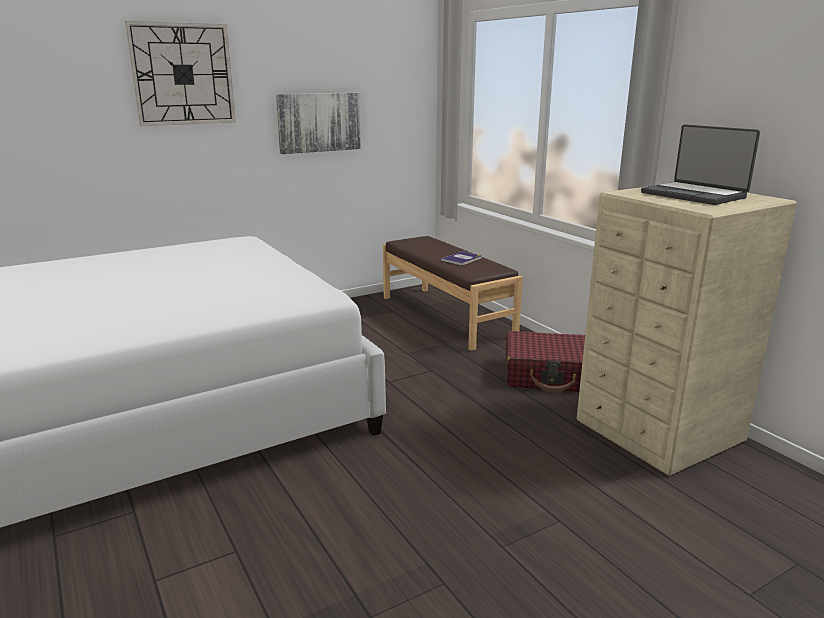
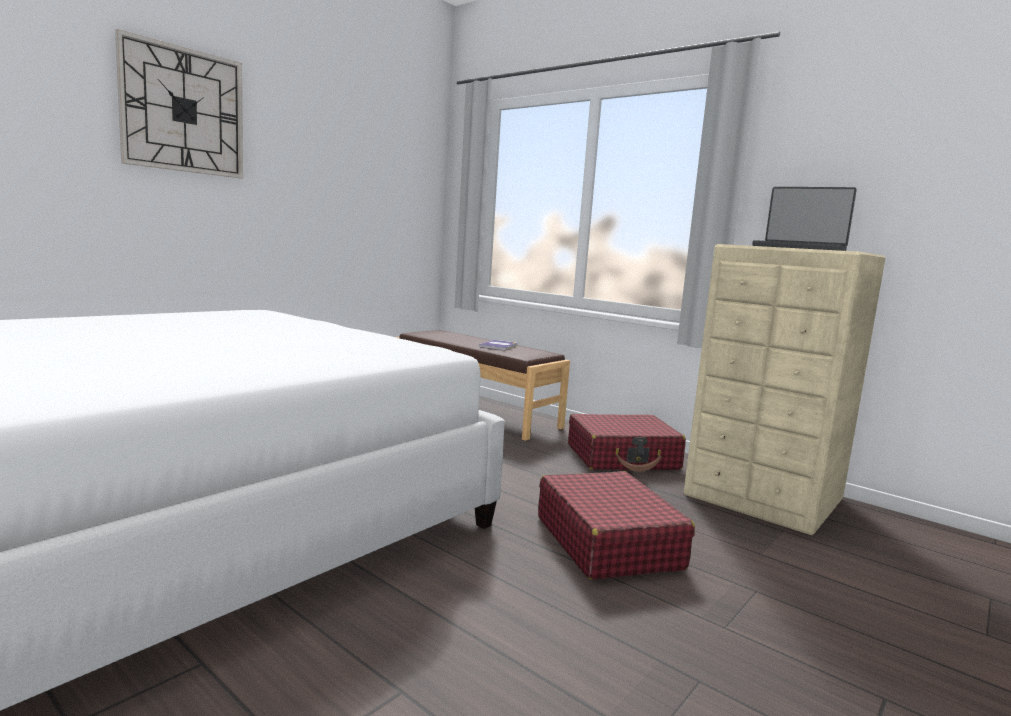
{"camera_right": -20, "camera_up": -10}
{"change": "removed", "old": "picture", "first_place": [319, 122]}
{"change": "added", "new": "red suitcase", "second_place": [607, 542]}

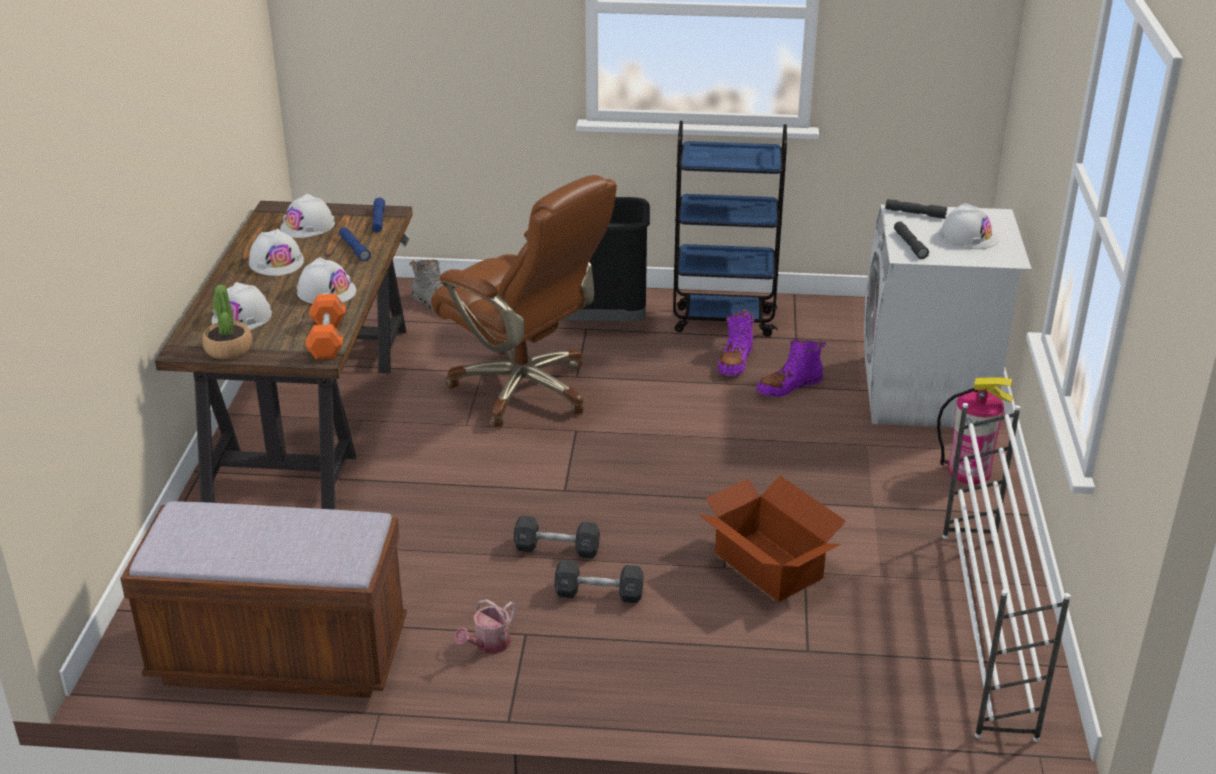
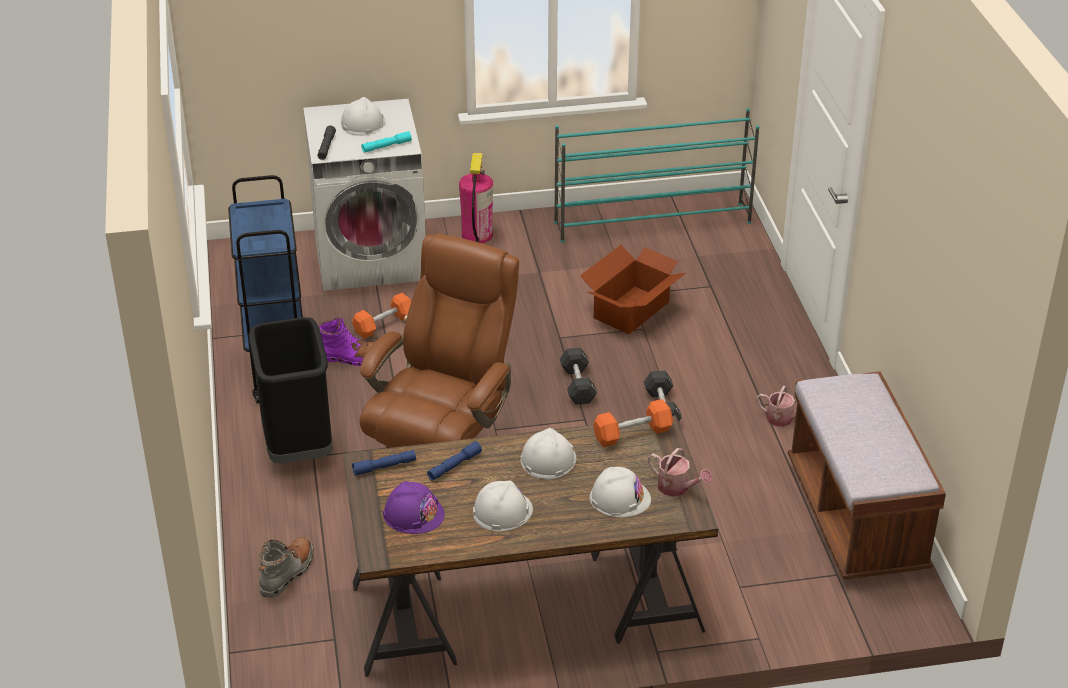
{"camera_right": -105, "camera_up": 5}
{"change": "replaced", "old": "potted plant", "new": "watering can", "first_place": [228, 349], "second_place": [677, 488]}
{"change": "recoloured", "old": "white hard hat", "new": "purple hard hat", "first_place": [308, 226], "second_place": [413, 514]}
{"change": "moved", "old": "black dumbbell", "first_place": [599, 594], "second_place": [577, 385]}
{"change": "replaced", "old": "purple boot", "new": "orange dumbbell", "first_place": [789, 386], "second_place": [383, 324]}
{"change": "recoloured", "old": "grey flashlight", "new": "turquoise flashlight", "first_place": [910, 245], "second_place": [386, 146]}
{"change": "recoloured", "old": "white shoe rack", "new": "turquoise shoe rack", "first_place": [986, 630], "second_place": [653, 223]}

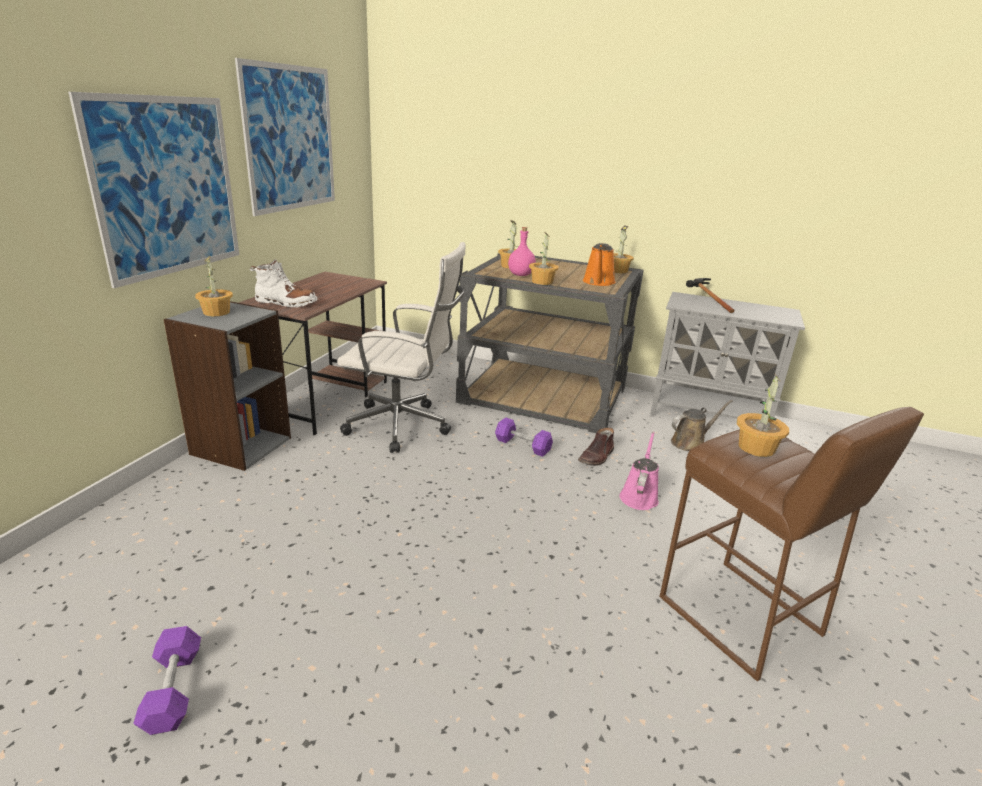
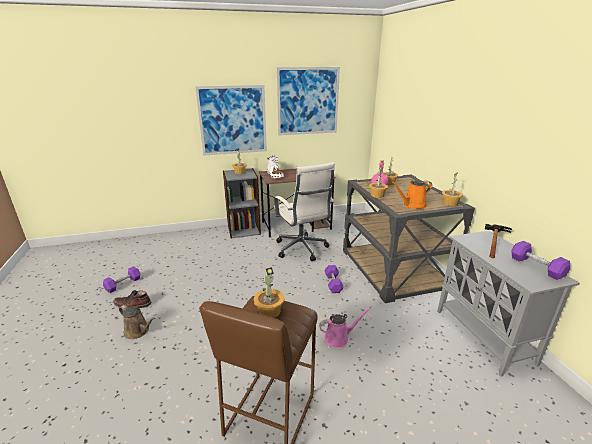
{"camera_right": 55, "camera_up": 0}
{"change": "moved", "old": "brown boot", "first_place": [596, 457], "second_place": [132, 305]}
{"change": "moved", "old": "brown watering can", "first_place": [690, 443], "second_place": [138, 331]}
{"change": "added", "new": "purple dumbbell", "second_place": [536, 267]}

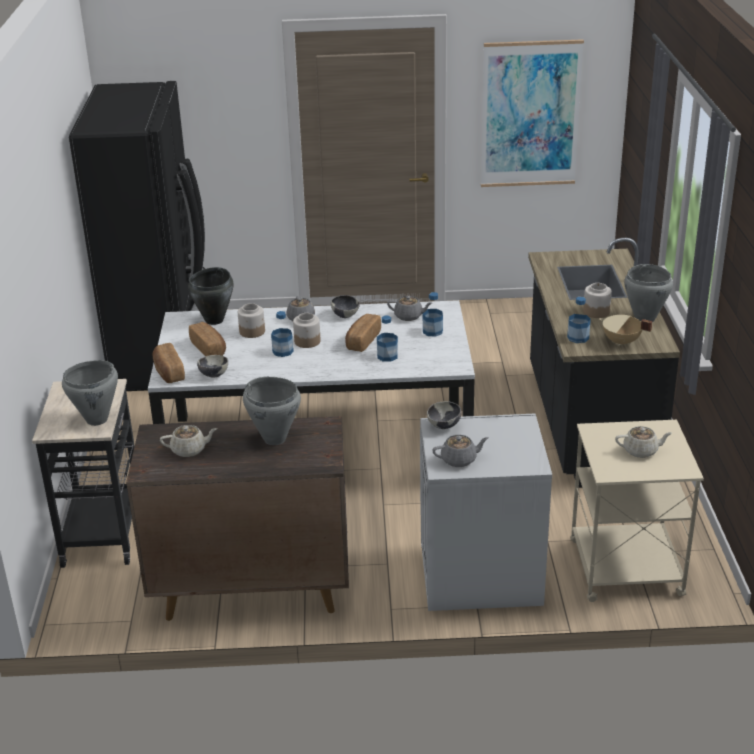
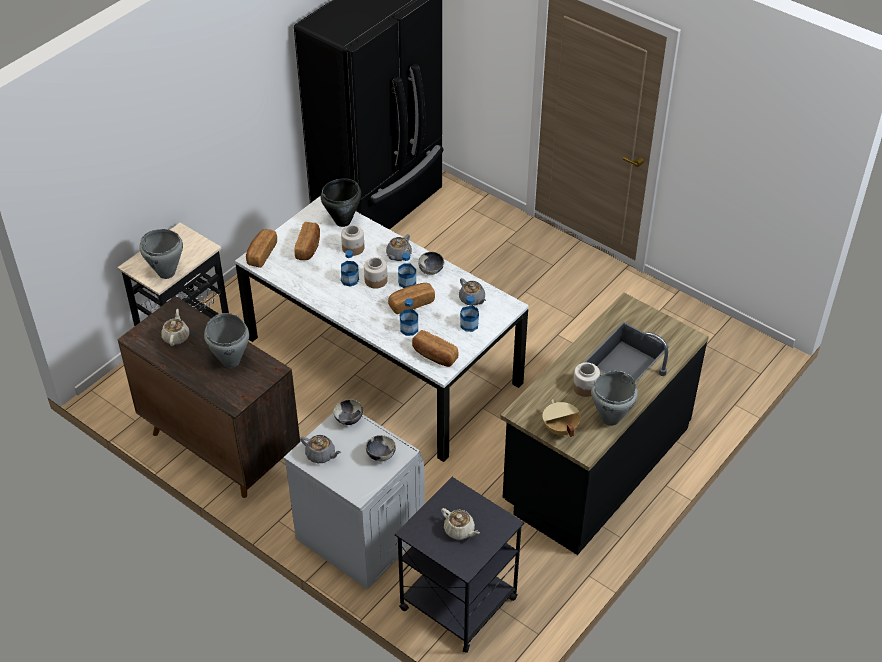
{"camera_right": 40, "camera_up": 15}
{"change": "turned", "old": "beige teapot", "first_place": [189, 450], "second_place": [176, 337], "degrees": -120}
{"change": "moved", "old": "bowl", "first_place": [213, 375], "second_place": [380, 455]}
{"change": "removed", "old": "picture", "first_place": [530, 114]}
{"change": "moved", "old": "bottle", "first_place": [578, 338], "second_place": [407, 282]}
{"change": "recoloured", "old": "beige cart", "new": "black cart", "first_place": [624, 568], "second_place": [457, 601]}
{"change": "added", "new": "bread", "second_place": [434, 356]}

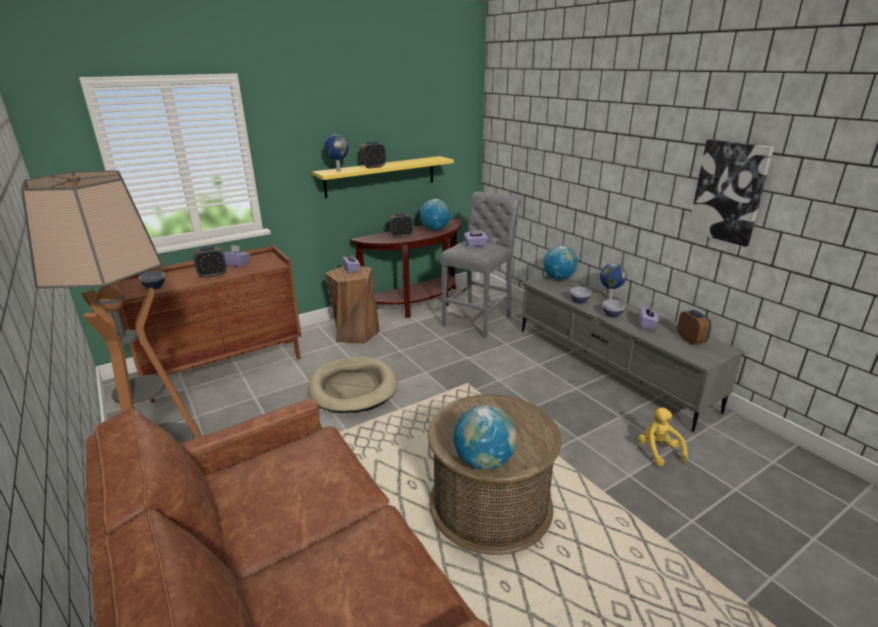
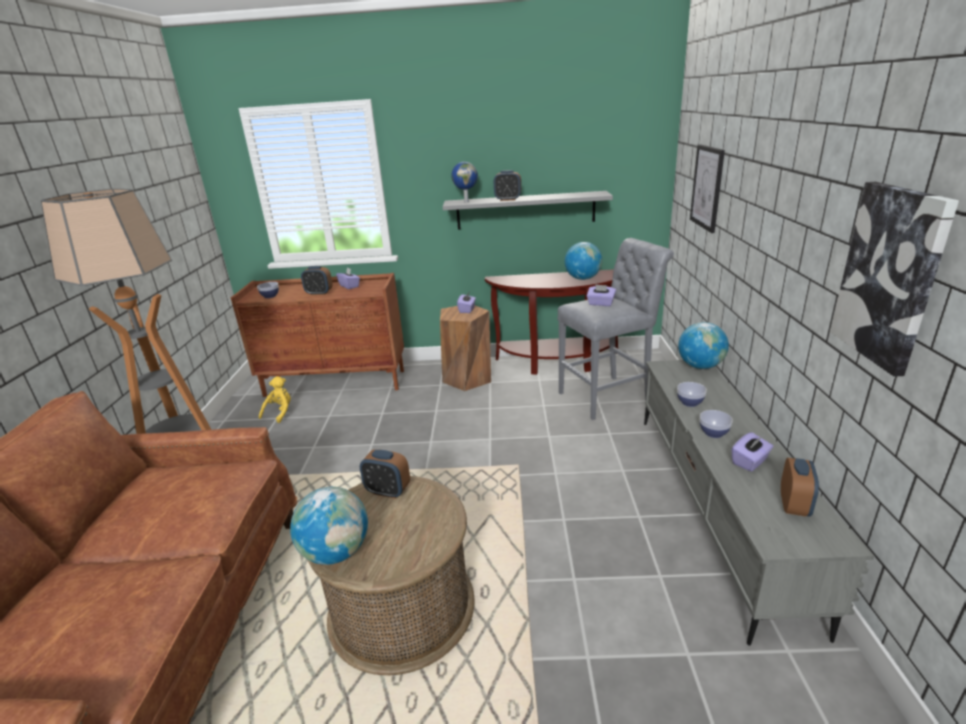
{"camera_right": 35, "camera_up": 0}
{"change": "removed", "old": "beige dog bed", "first_place": [353, 388]}
{"change": "recoloured", "old": "yellow shelf", "new": "grey shelf", "first_place": [381, 176], "second_place": [525, 210]}
{"change": "moved", "old": "alarm clock", "first_place": [401, 236], "second_place": [388, 491]}
{"change": "removed", "old": "globe", "first_place": [609, 298]}
{"change": "moved", "old": "yellow plush toy", "first_place": [658, 451], "second_place": [280, 412]}
{"change": "added", "new": "picture", "second_place": [707, 187]}

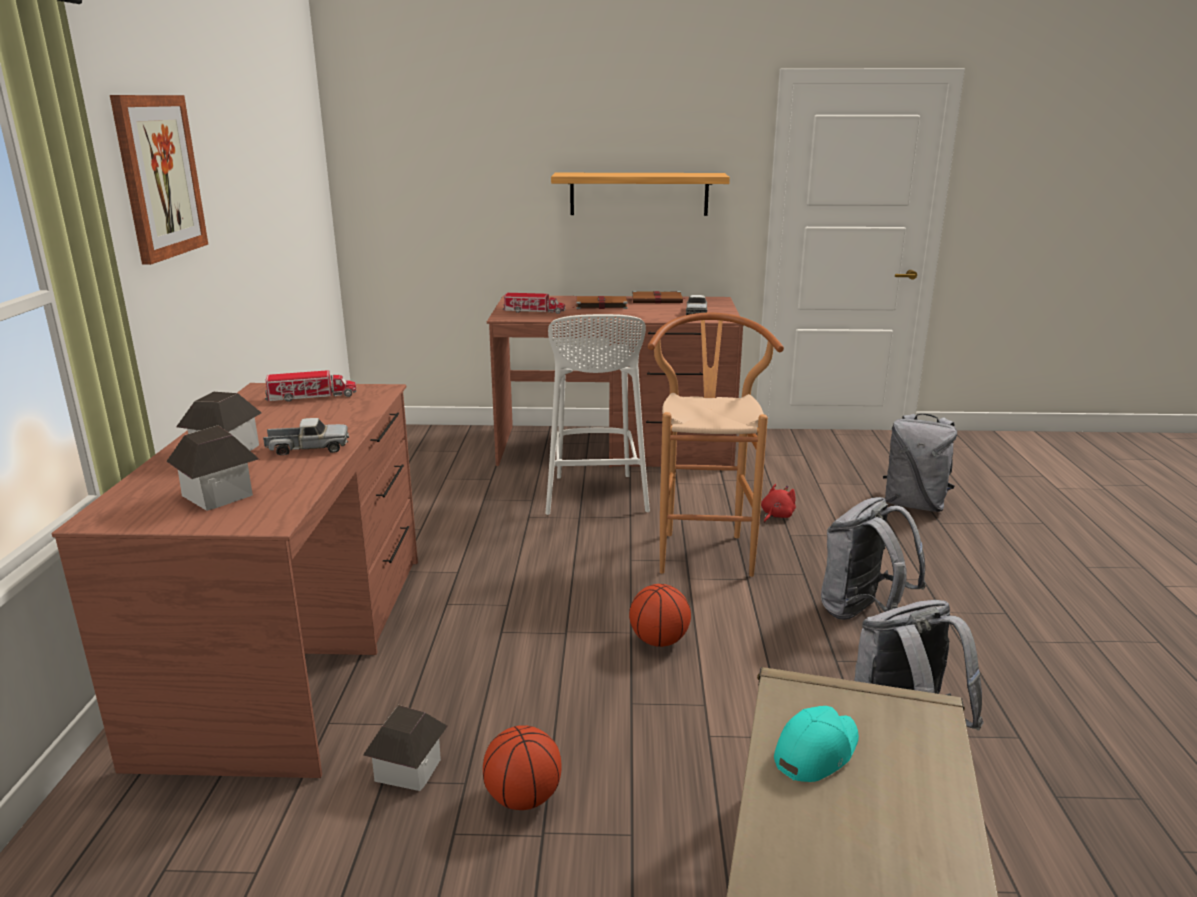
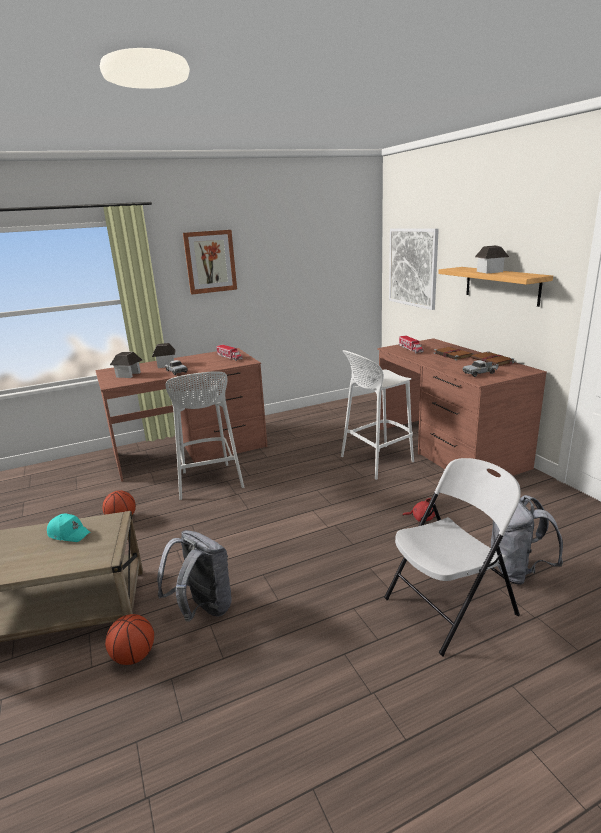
{"camera_right": 65, "camera_up": 0}
{"change": "moved", "old": "toy house", "first_place": [408, 769], "second_place": [490, 271]}
{"change": "moved", "old": "basketball", "first_place": [659, 641], "second_place": [133, 656]}
{"change": "removed", "old": "brown stool", "first_place": [704, 549]}
{"change": "removed", "old": "grey backpack", "first_place": [862, 612]}
{"change": "added", "new": "white stool", "second_place": [209, 481]}
{"change": "added", "new": "white chair", "second_place": [450, 606]}
{"change": "added", "new": "picture", "second_place": [413, 267]}

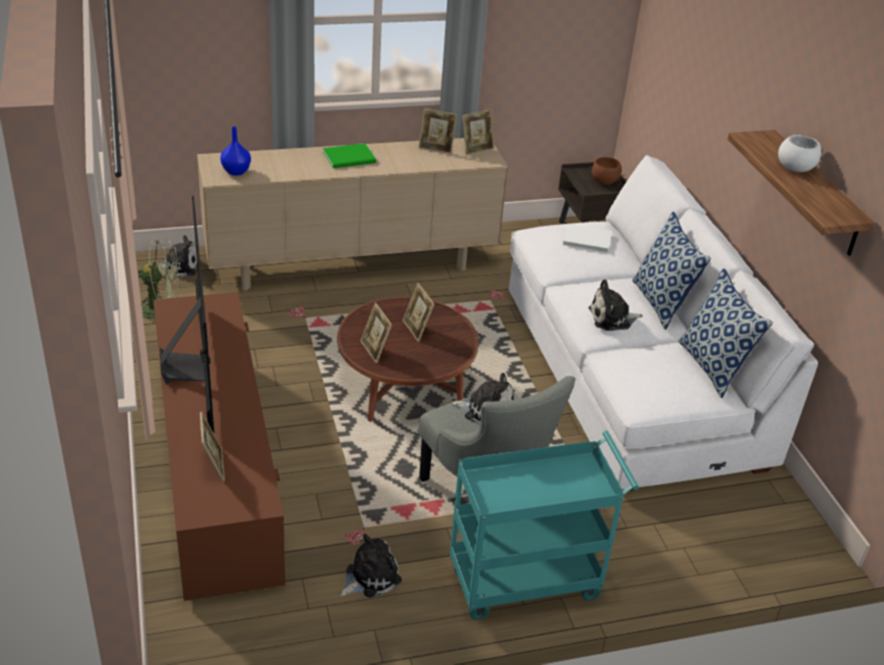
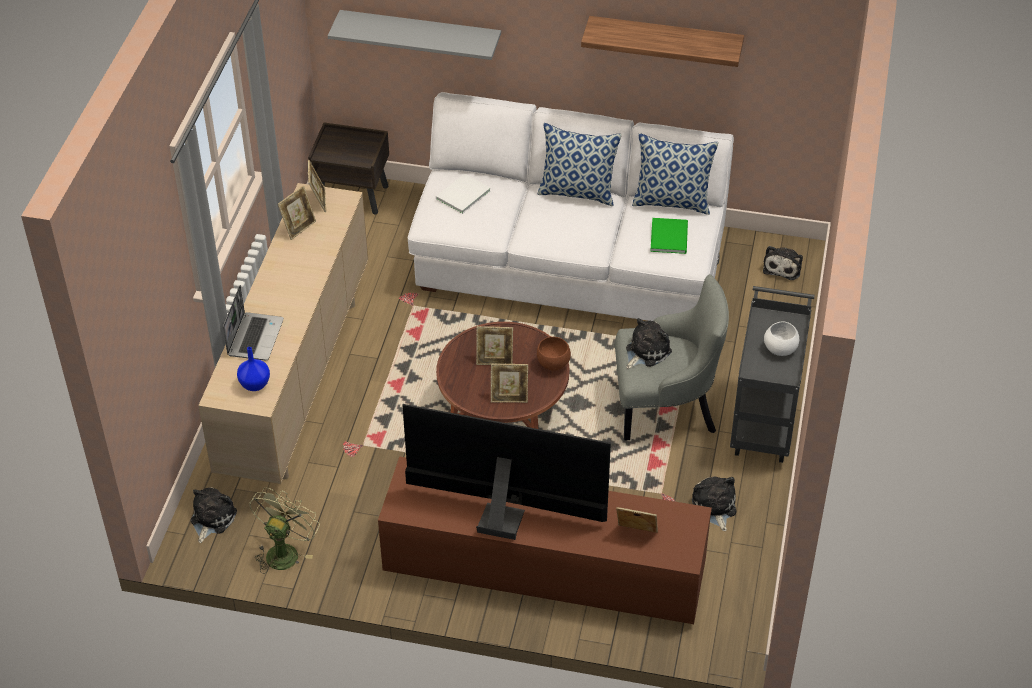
{"camera_right": -60, "camera_up": 10}
{"change": "moved", "old": "green book", "first_place": [351, 158], "second_place": [670, 236]}
{"change": "recoloured", "old": "turquoise cart", "new": "grey cart", "first_place": [528, 585], "second_place": [764, 420]}
{"change": "moved", "old": "plush toy", "first_place": [612, 318], "second_place": [783, 266]}
{"change": "moved", "old": "brown bowl", "first_place": [603, 181], "second_place": [553, 364]}
{"change": "moved", "old": "white bowl", "first_place": [796, 168], "second_place": [780, 348]}
{"change": "added", "new": "laptop", "second_place": [255, 337]}
{"change": "added", "new": "grey shelf", "second_place": [420, 34]}

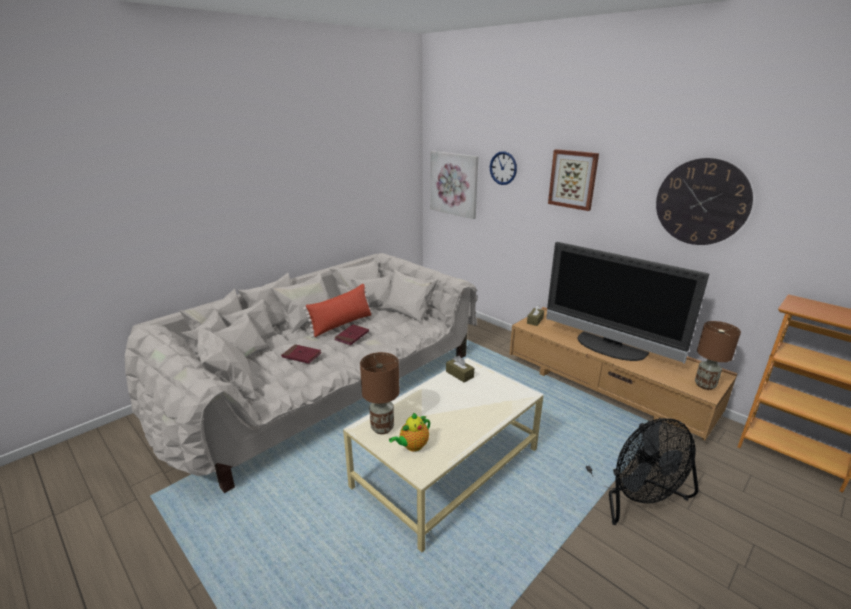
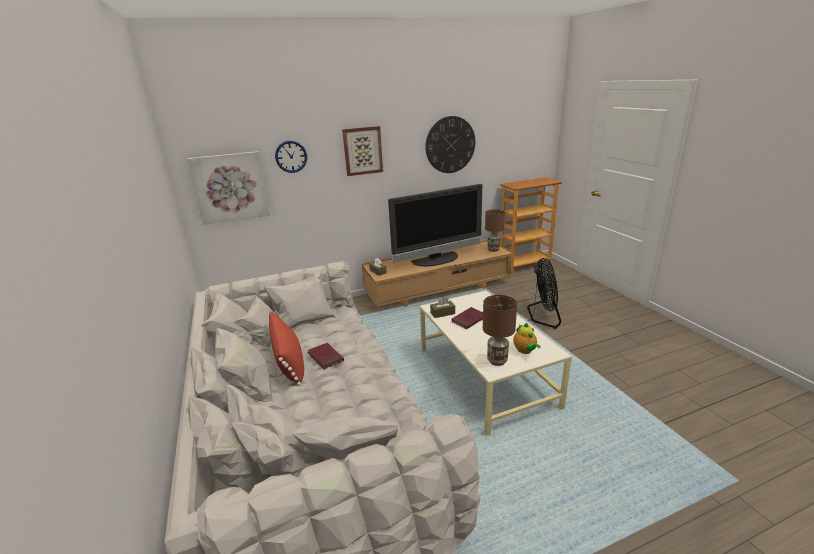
{"camera_right": -65, "camera_up": 0}
{"change": "moved", "old": "red book", "first_place": [301, 355], "second_place": [469, 319]}

